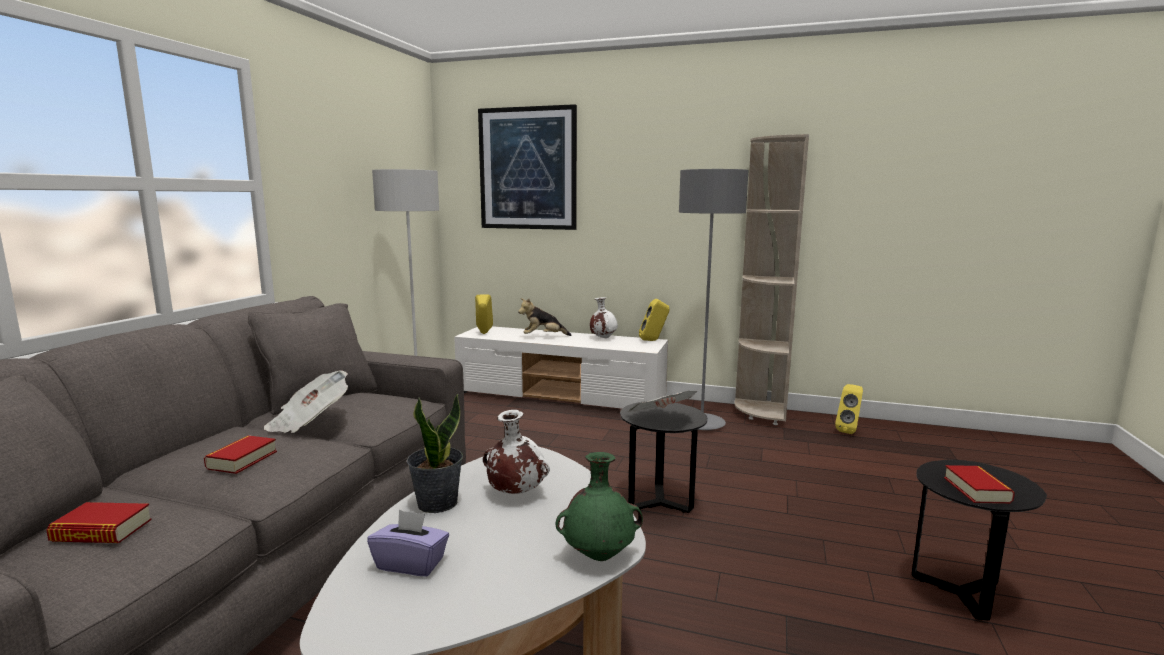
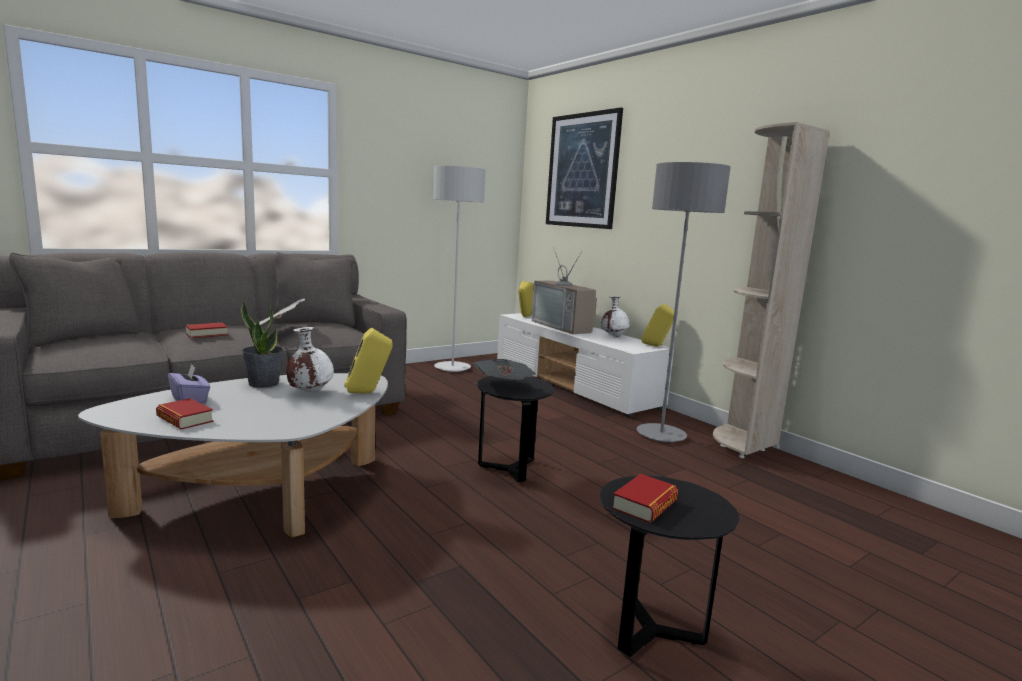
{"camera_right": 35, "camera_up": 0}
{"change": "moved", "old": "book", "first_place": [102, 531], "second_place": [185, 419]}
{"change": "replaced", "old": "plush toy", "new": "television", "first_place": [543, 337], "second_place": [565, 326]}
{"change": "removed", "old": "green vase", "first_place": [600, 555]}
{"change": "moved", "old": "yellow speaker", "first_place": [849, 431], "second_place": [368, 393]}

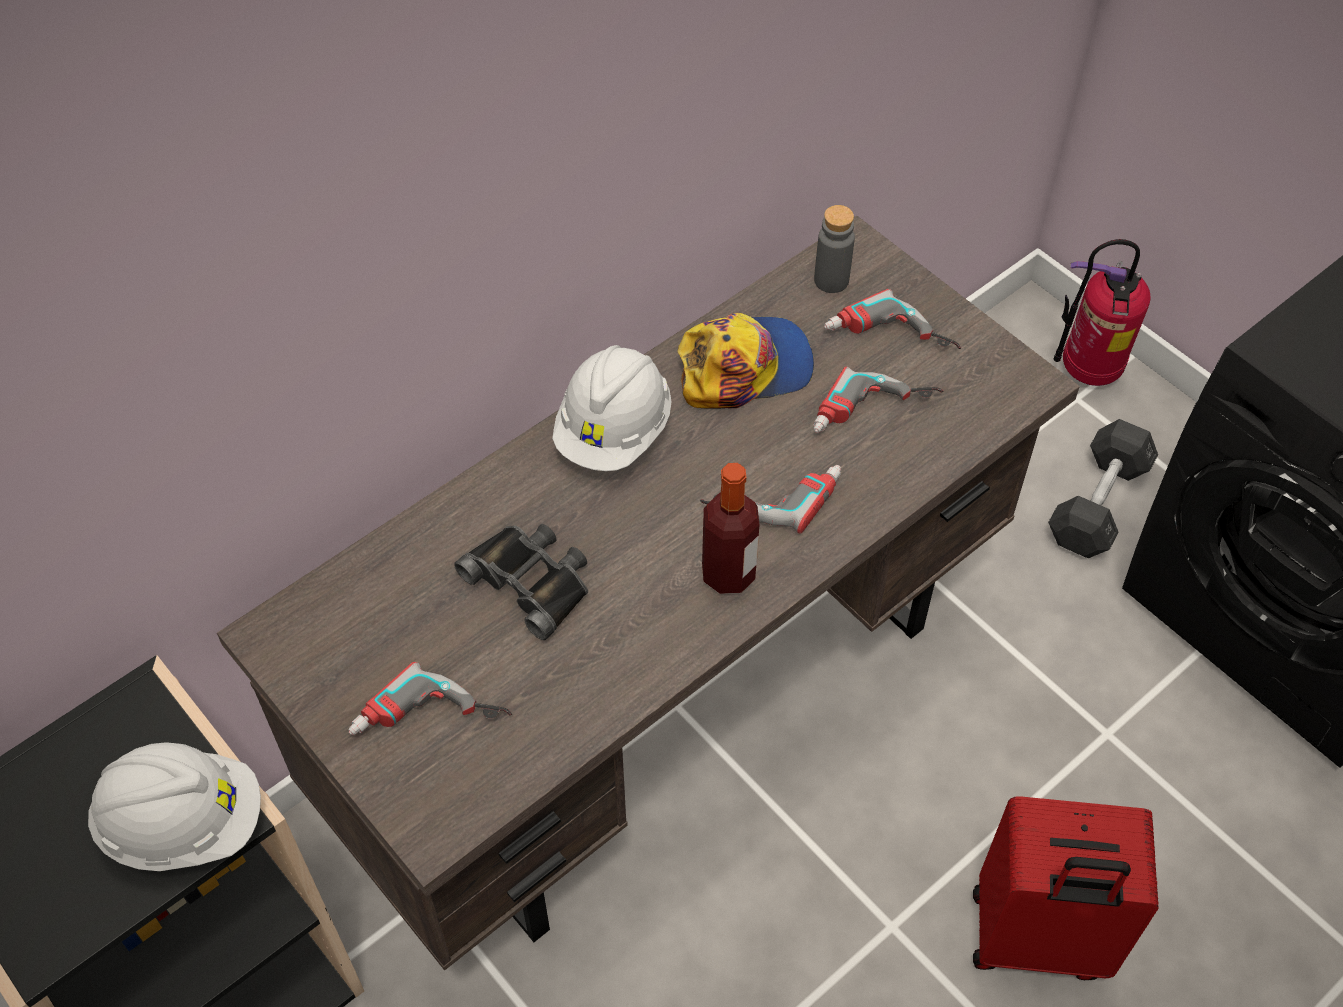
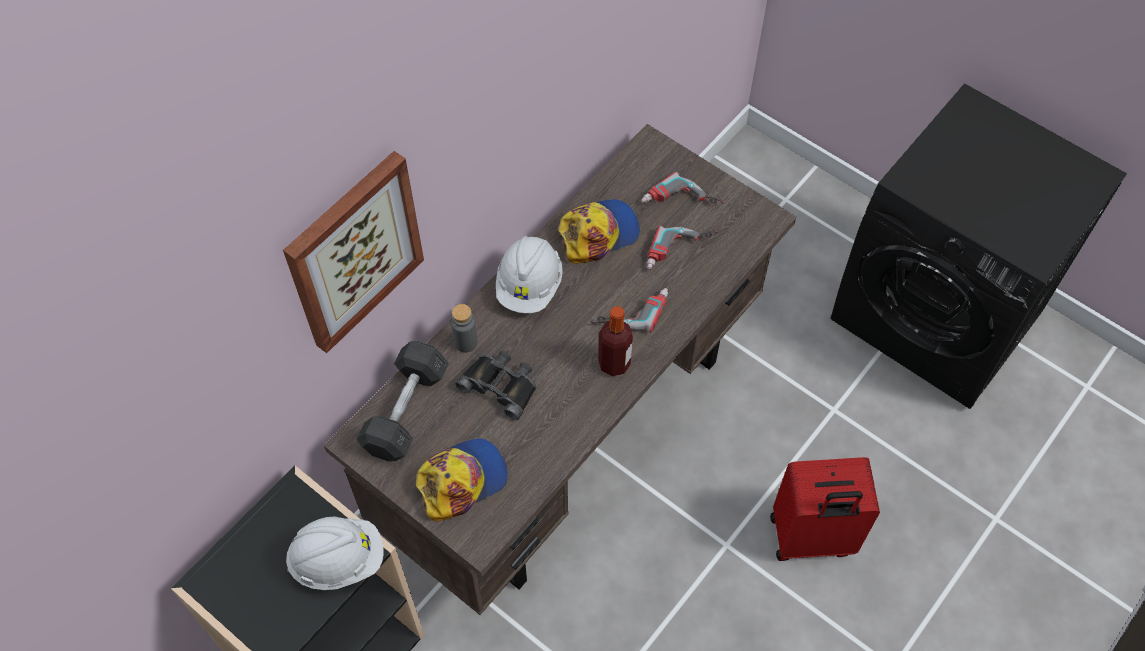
{"camera_right": -10, "camera_up": 5}
{"change": "replaced", "old": "power drill", "new": "cap", "first_place": [429, 726], "second_place": [462, 480]}
{"change": "moved", "old": "grey bottle", "first_place": [831, 280], "second_place": [466, 342]}
{"change": "moved", "old": "grey dumbbell", "first_place": [1098, 504], "second_place": [405, 410]}
{"change": "removed", "old": "fire extinguisher", "first_place": [1087, 373]}
{"change": "added", "new": "picture", "second_place": [353, 251]}

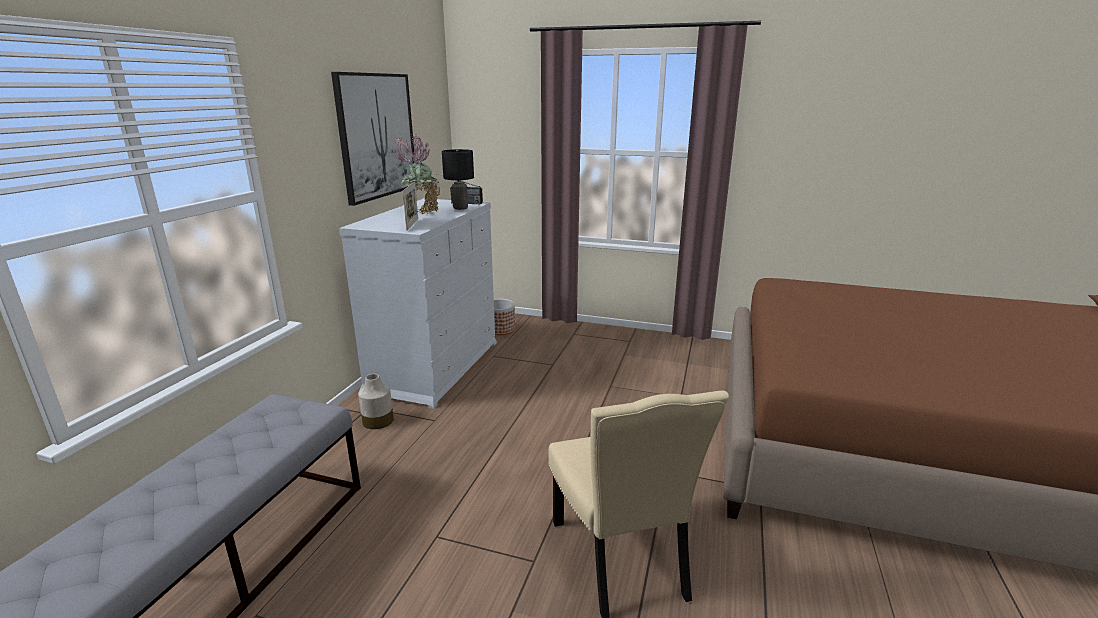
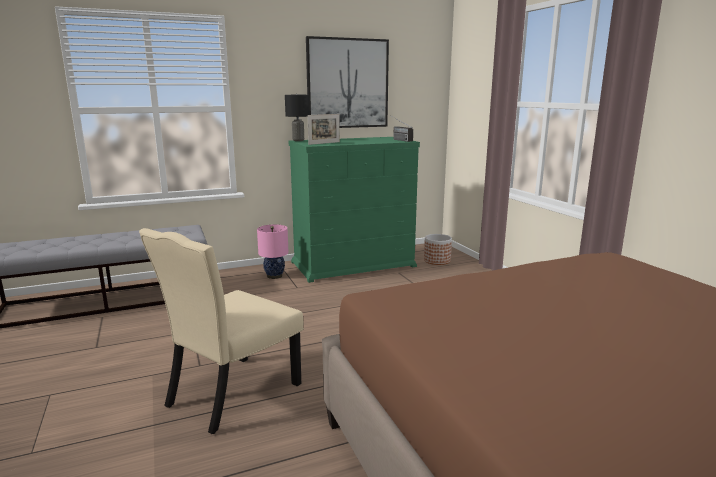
{"camera_right": 50, "camera_up": -5}
{"change": "recoloured", "old": "white dresser", "new": "green dresser", "first_place": [434, 366], "second_place": [353, 264]}
{"change": "replaced", "old": "beige vase", "new": "pink table lamp", "first_place": [378, 421], "second_place": [274, 276]}
{"change": "removed", "old": "potted plant", "first_place": [422, 212]}
{"change": "moved", "old": "black table lamp", "first_place": [461, 208], "second_place": [298, 140]}

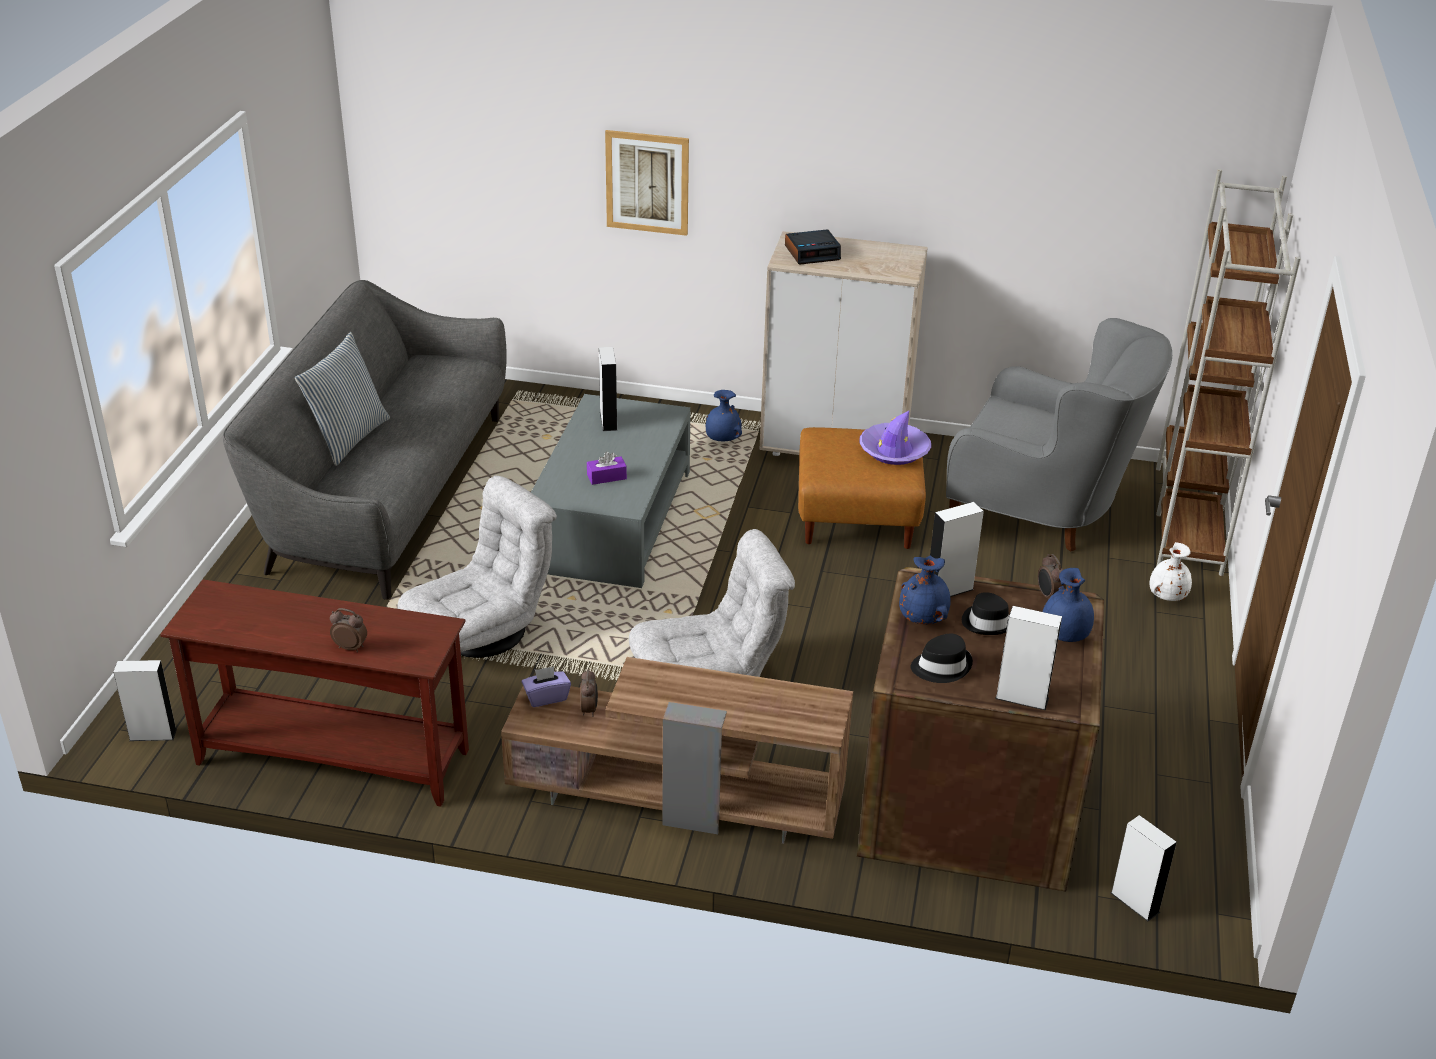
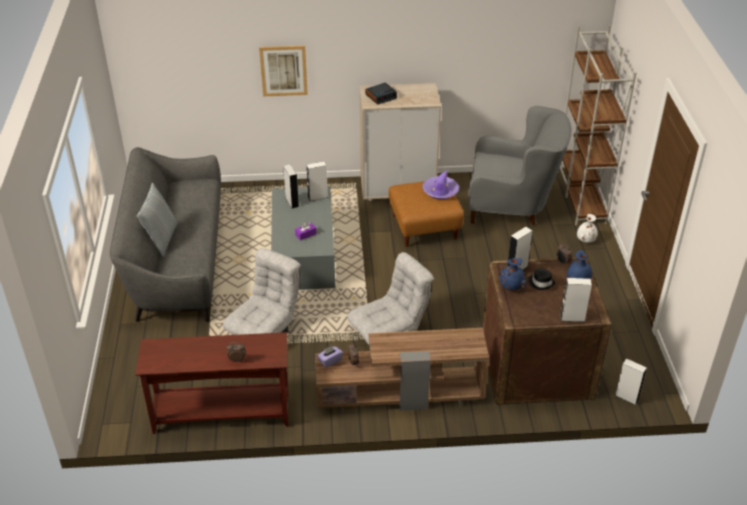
{"camera_right": -15, "camera_up": 5}
{"change": "moved", "old": "white speaker", "first_place": [153, 734], "second_place": [317, 197]}
{"change": "removed", "old": "blue vase", "first_place": [722, 439]}
{"change": "removed", "old": "black hat", "first_place": [941, 666]}

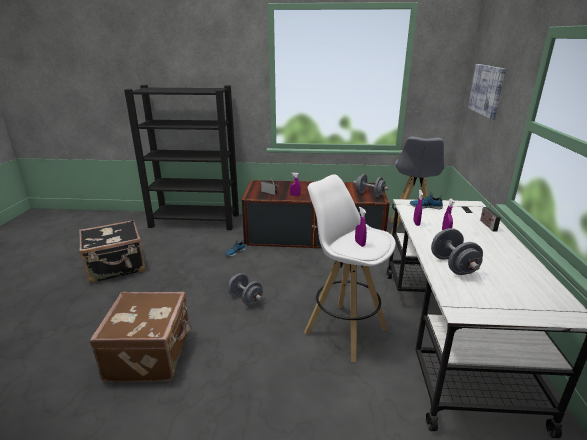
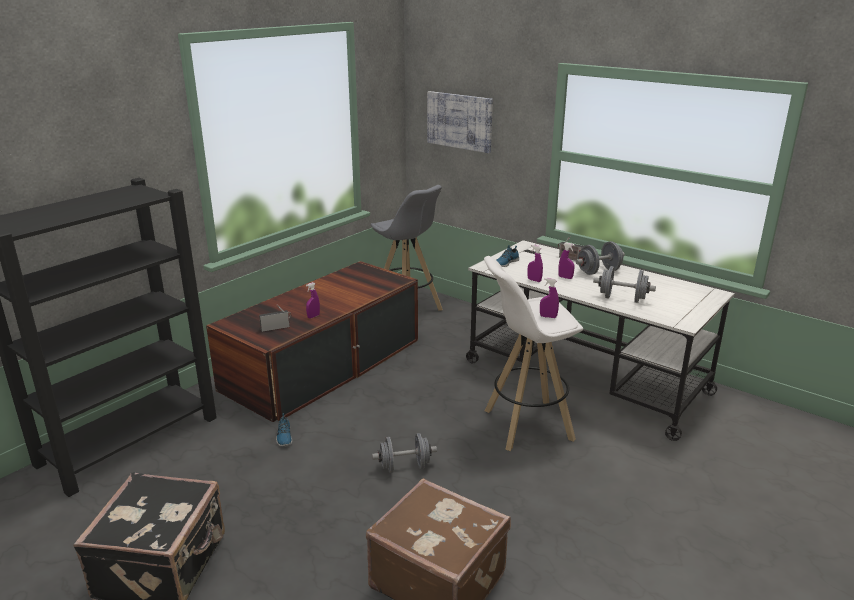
{"camera_right": -55, "camera_up": 0}
{"change": "moved", "old": "grey dumbbell", "first_place": [369, 194], "second_place": [598, 271]}

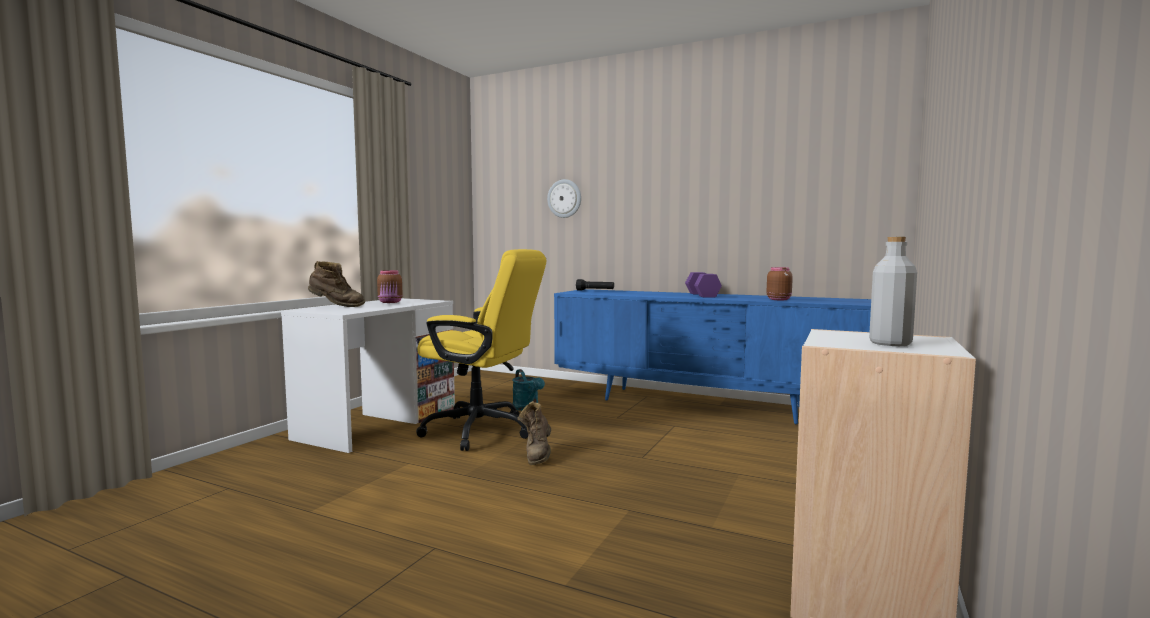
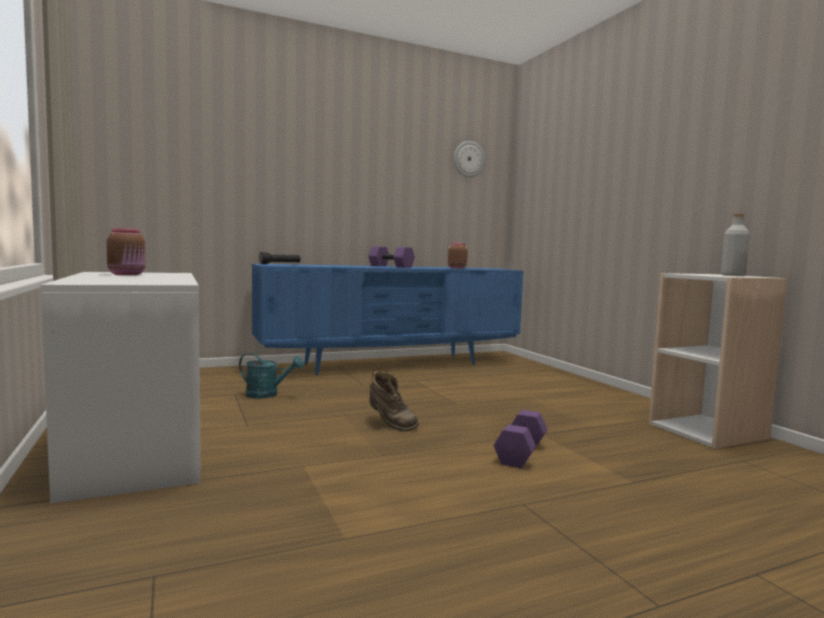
{"camera_right": -50, "camera_up": 0}
{"change": "removed", "old": "brown boot", "first_place": [336, 306]}
{"change": "removed", "old": "yellow office chair", "first_place": [483, 432]}
{"change": "moved", "old": "wall clock", "first_place": [564, 198], "second_place": [468, 159]}
{"change": "added", "new": "purple dumbbell", "second_place": [521, 453]}

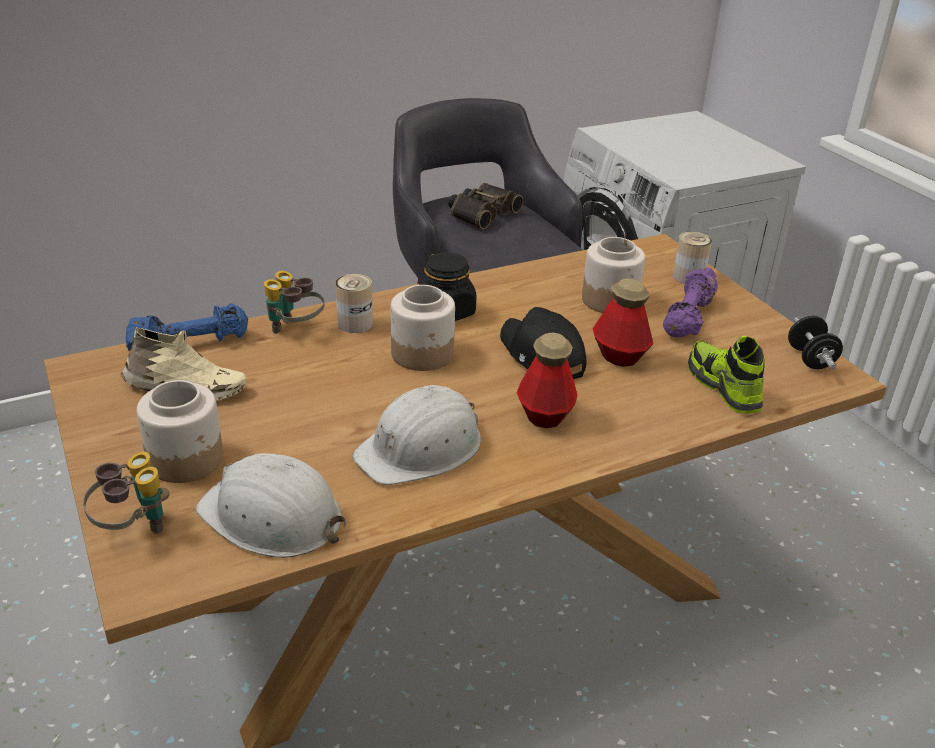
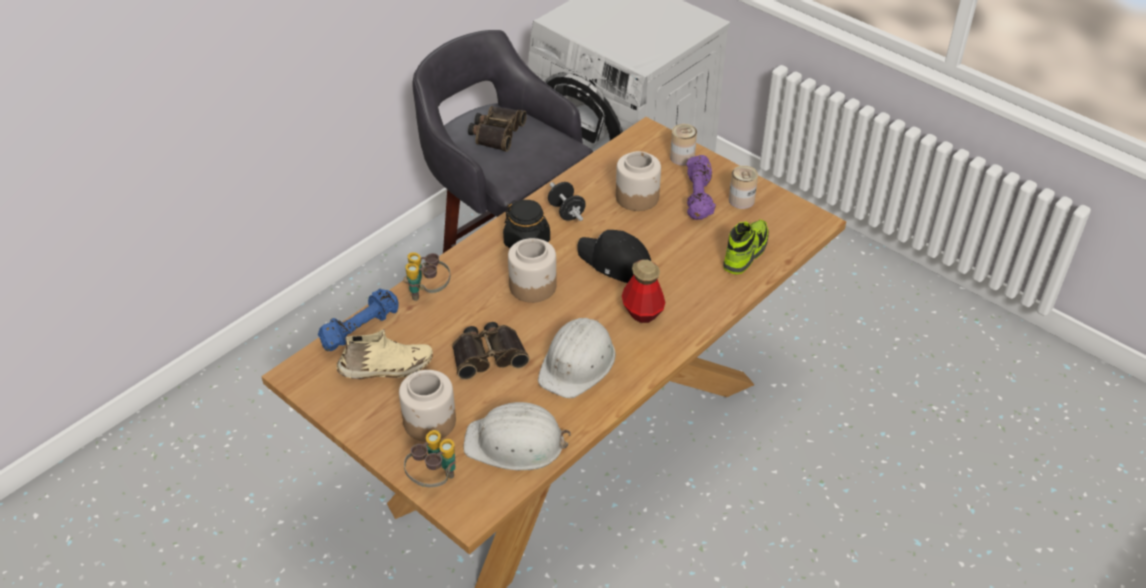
{"camera_right": -20, "camera_up": 10}
{"change": "moved", "old": "can", "first_place": [355, 323], "second_place": [741, 200]}
{"change": "removed", "old": "bottle", "first_place": [619, 356]}
{"change": "turned", "old": "shoe", "first_place": [723, 386], "second_place": [745, 253], "degrees": 75}
{"change": "moved", "old": "black dumbbell", "first_place": [810, 359], "second_place": [566, 212]}
{"change": "added", "new": "binoculars", "second_place": [488, 354]}

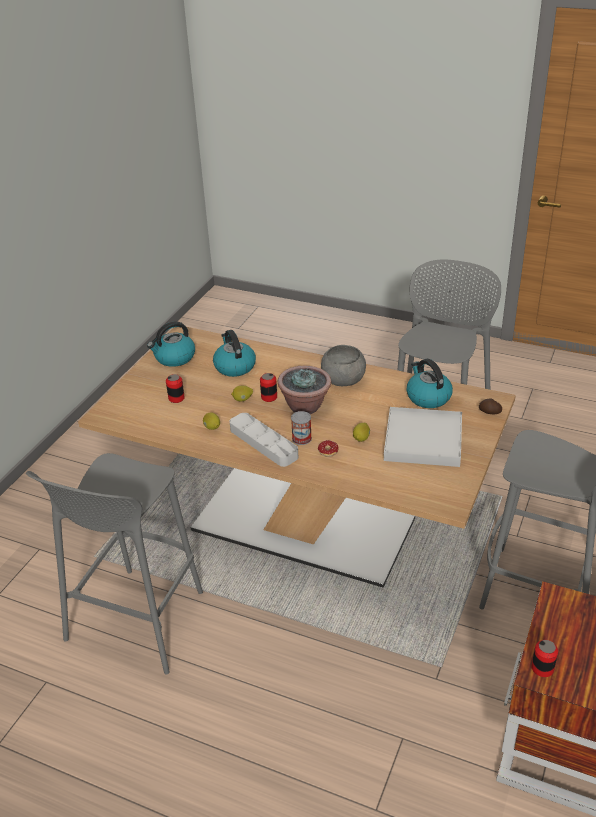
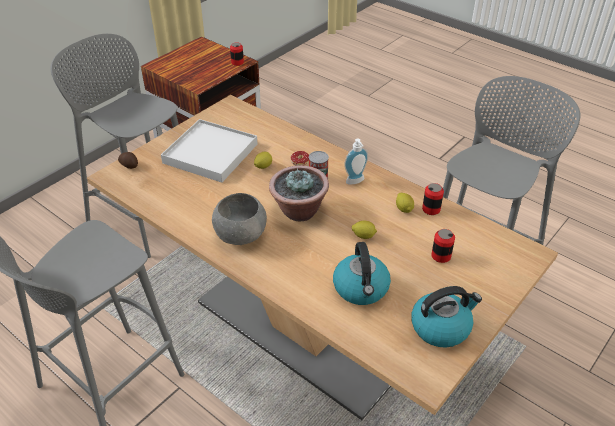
{"camera_right": -165, "camera_up": 5}
{"change": "replaced", "old": "grey tray", "new": "soap dispenser", "first_place": [263, 443], "second_place": [356, 182]}
{"change": "moved", "old": "can", "first_place": [269, 397], "second_place": [431, 209]}
{"change": "removed", "old": "kettle", "first_place": [428, 397]}

